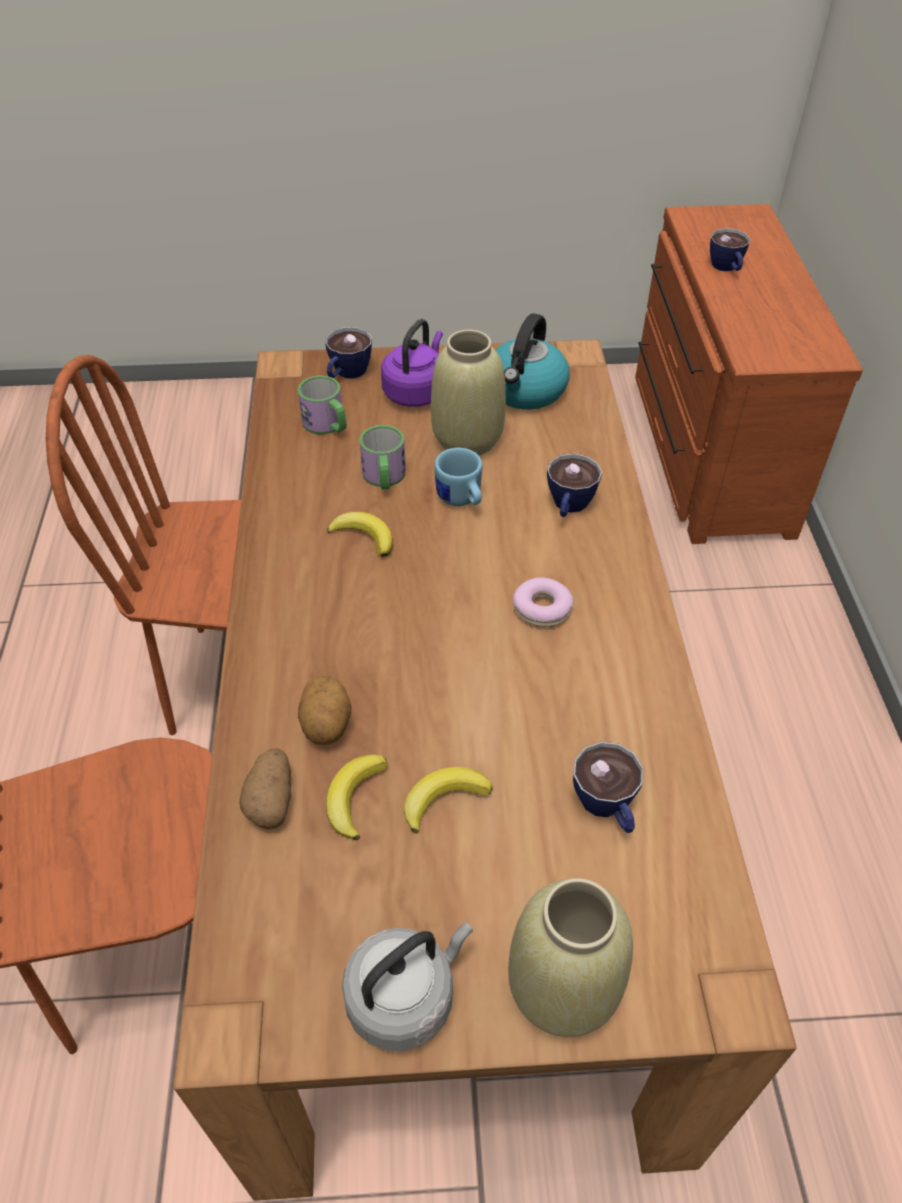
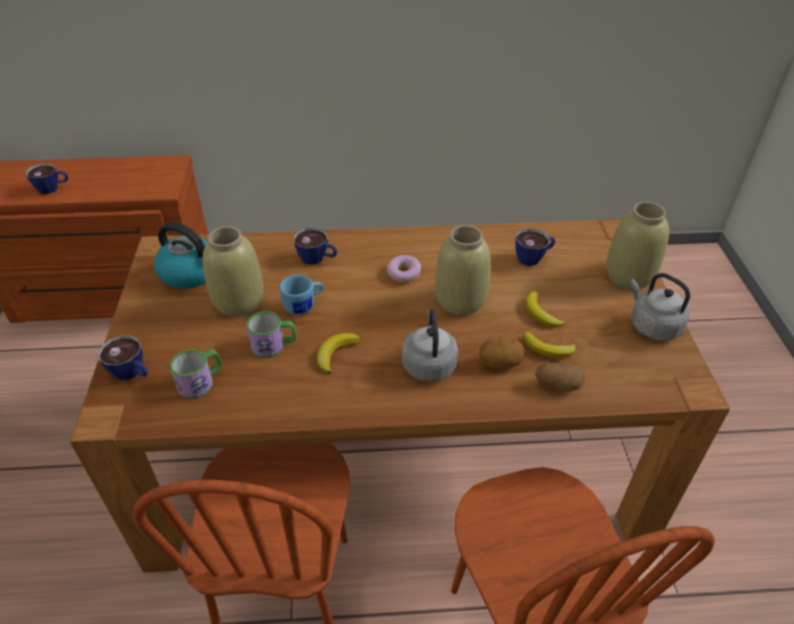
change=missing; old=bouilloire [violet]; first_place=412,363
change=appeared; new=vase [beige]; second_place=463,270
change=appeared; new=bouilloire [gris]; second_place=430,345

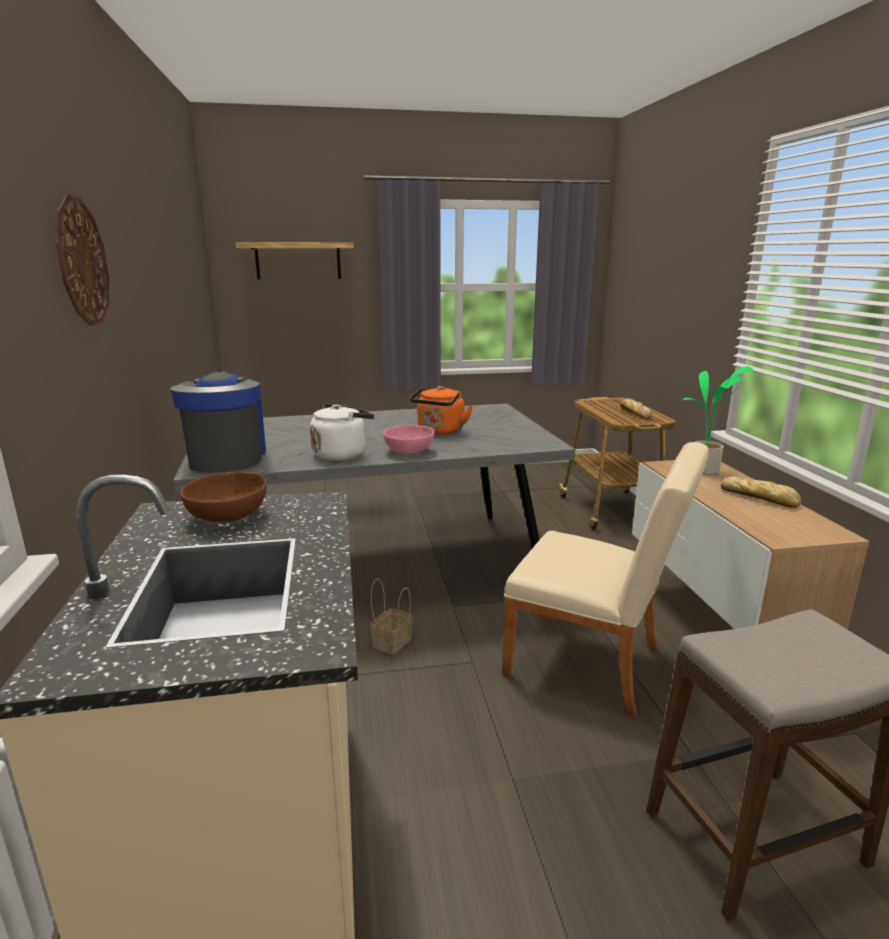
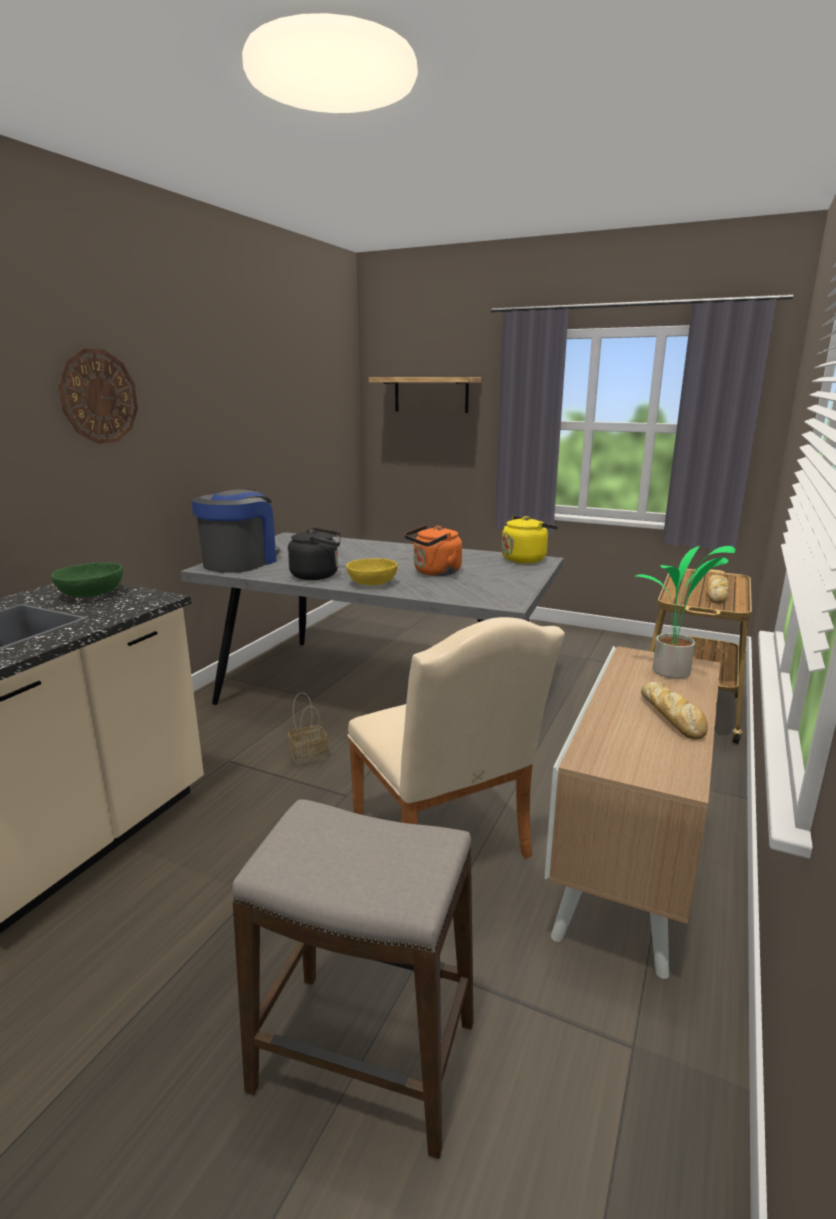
change=colour; old=bouilloire [blanc]; new=bouilloire [noir]; first_place=342,432; second_place=314,553
change=colour; old=bol [rose]; new=bol [jaune]; first_place=408,439; second_place=372,571
change=colour; old=bol [marron]; new=bol [vert]; first_place=223,497; second_place=87,579
change=appeared; new=bouilloire [jaune]; second_place=530,539

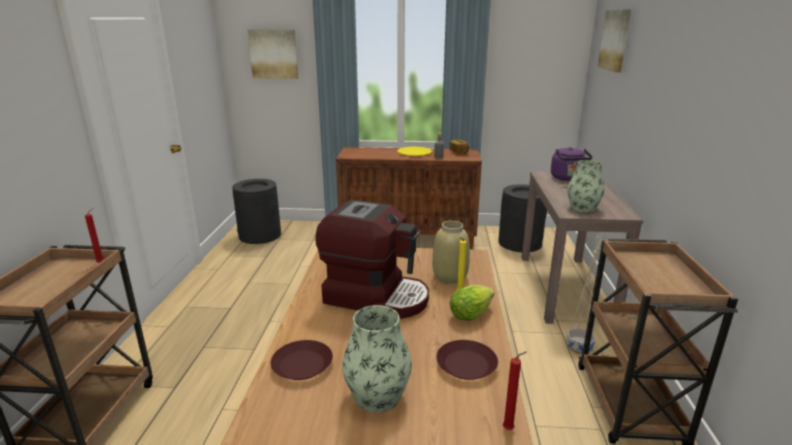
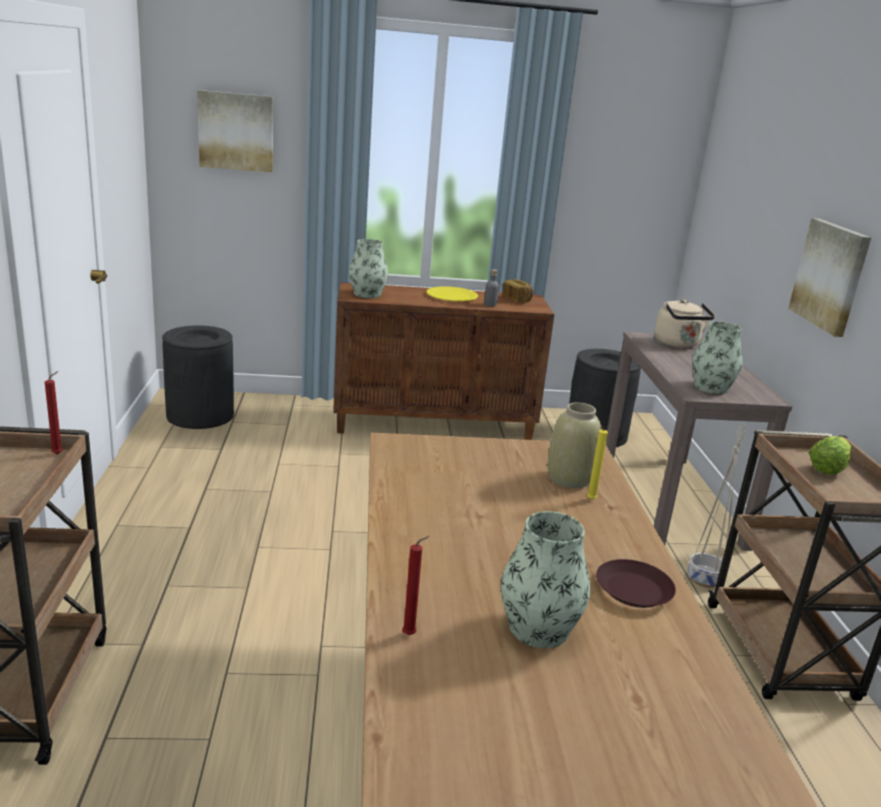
change=relocated; old=tableau; first_place=614,41; second_place=829,277
change=colour; old=bouilloire [violet]; new=bouilloire [beige]; first_place=572,164; second_place=685,323
change=missing; old=machine à café; first_place=372,259
change=relocated; old=laitue; first_place=471,303; second_place=830,455
change=missing; old=assiette [marron]; first_place=302,360
change=relocated; old=bougie [rouge]; first_place=515,390; second_place=416,585
change=appeared; new=vase; second_place=368,268

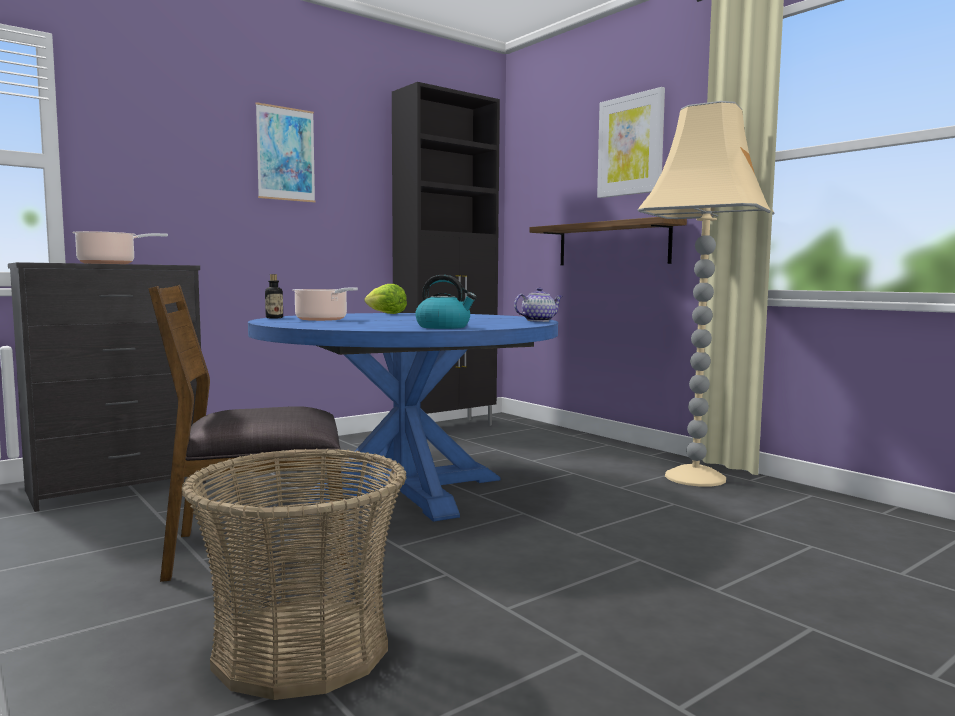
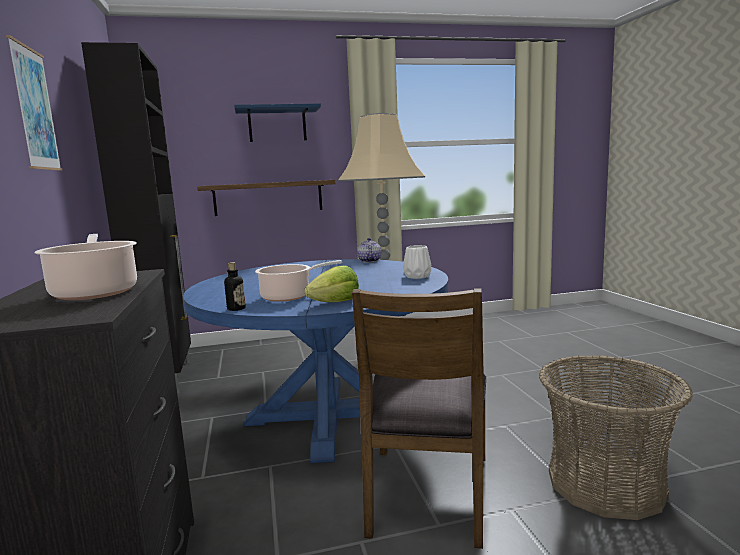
change=exchanged; old=tableau; new=étagère [bleu]; first_place=631,142; second_place=277,123
change=exchanged; old=bouilloire; new=vase [blanc]; first_place=446,302; second_place=417,262
change=relocated; old=laitue; first_place=386,299; second_place=331,283

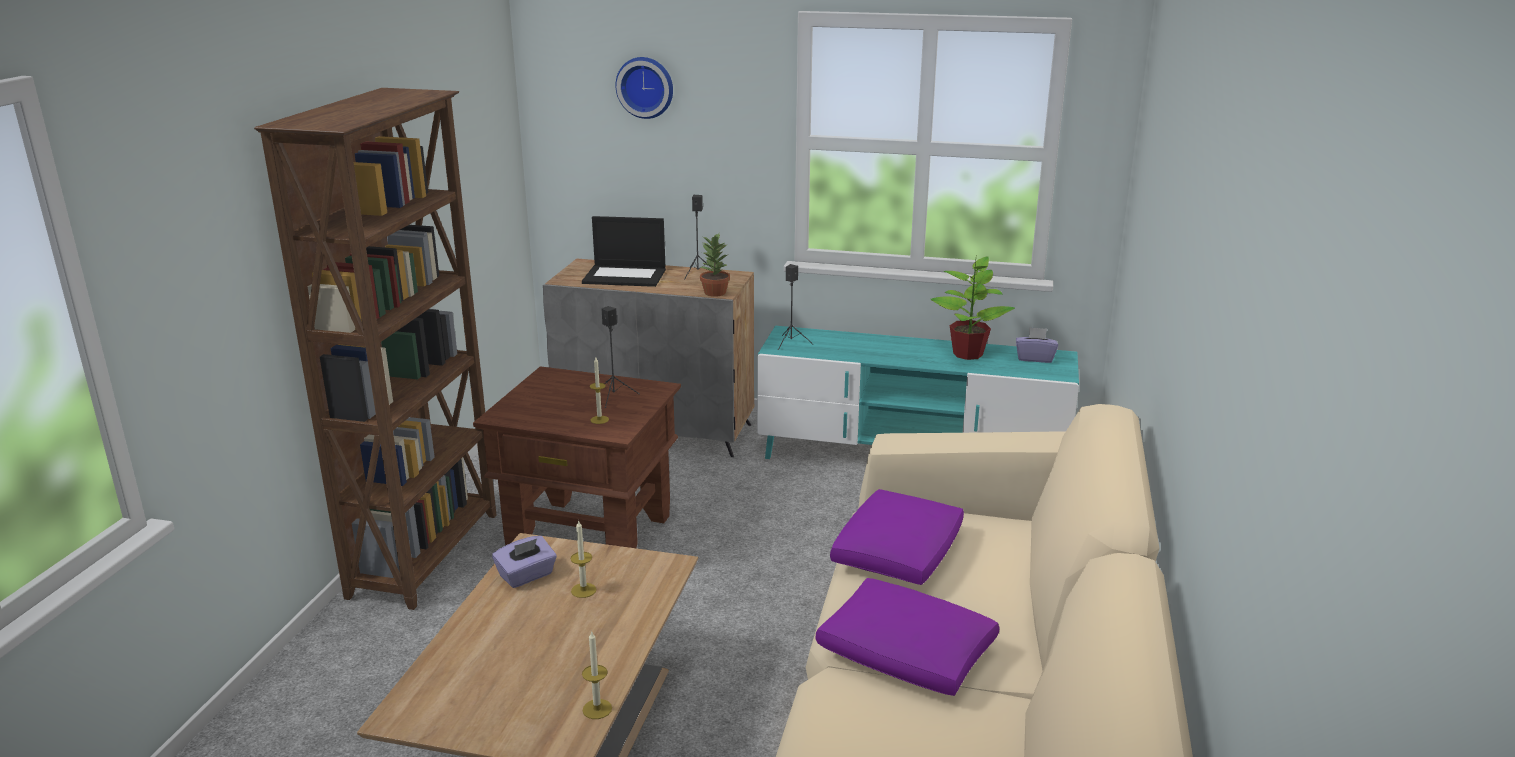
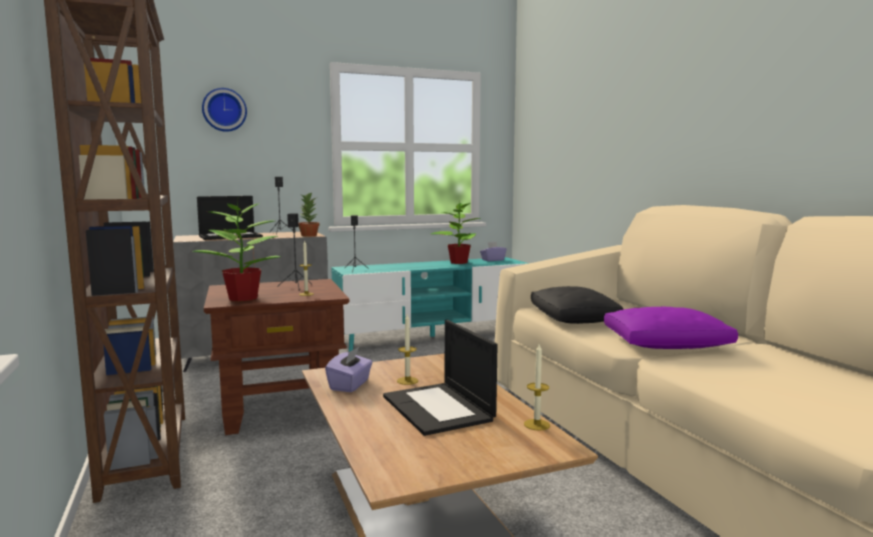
change=colour; old=coussin [violet]; new=coussin [noir]; first_place=897,537; second_place=577,305
change=appeared; new=plante en pot; second_place=236,250
change=appeared; new=ordinateur portable; second_place=440,378

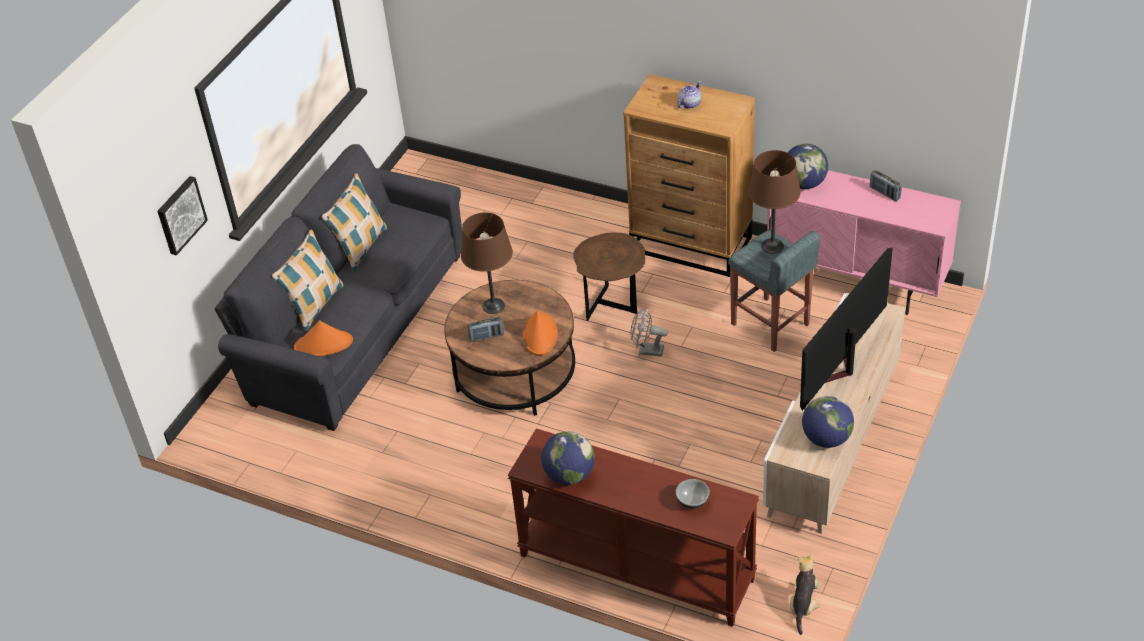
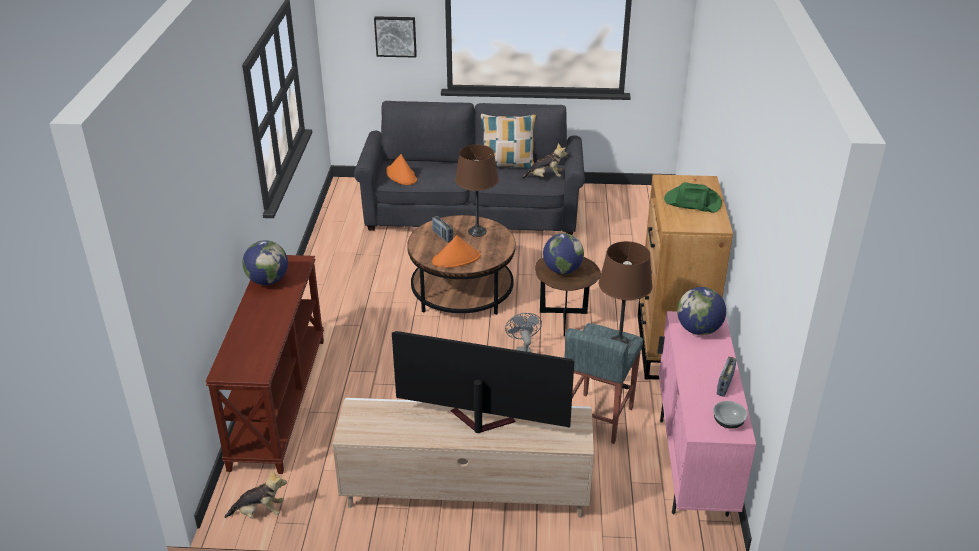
change=exchanged; old=théière; new=chapeau [vert]; first_place=689,95; second_place=693,197
change=missing; old=coussin; first_place=308,281
change=relocated; old=globe; first_place=828,422; second_place=563,253
change=relocated; old=bol; first_place=693,494; second_place=730,415
change=appeared; new=peluche; second_place=544,161

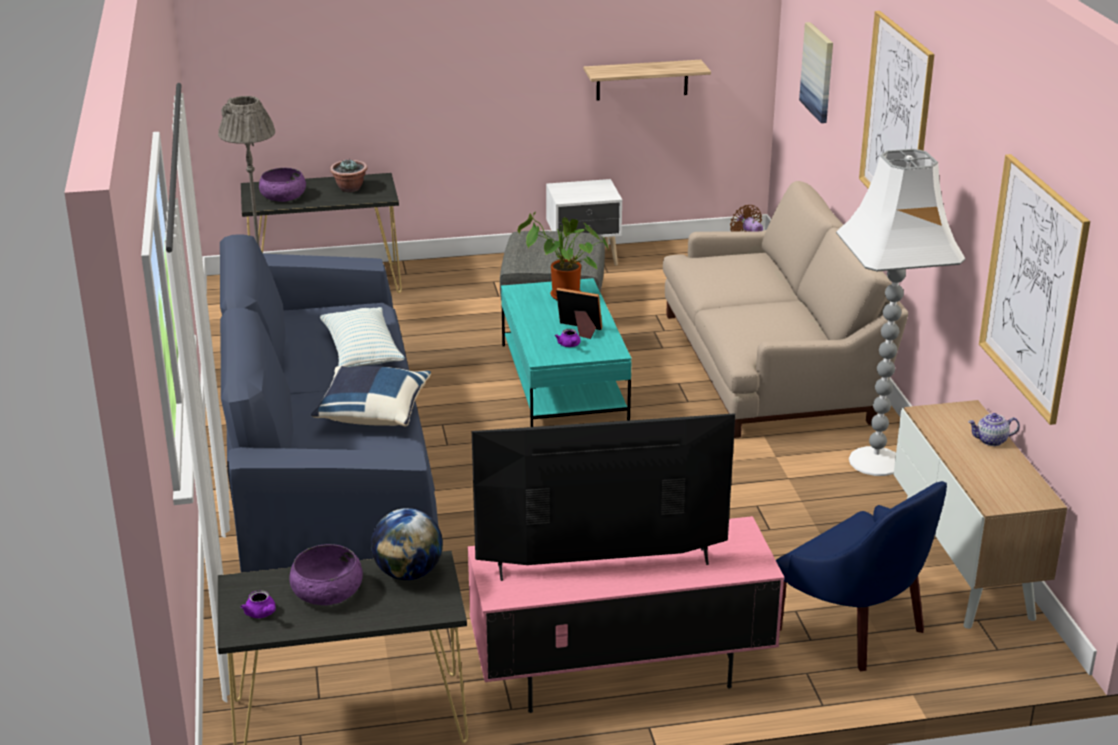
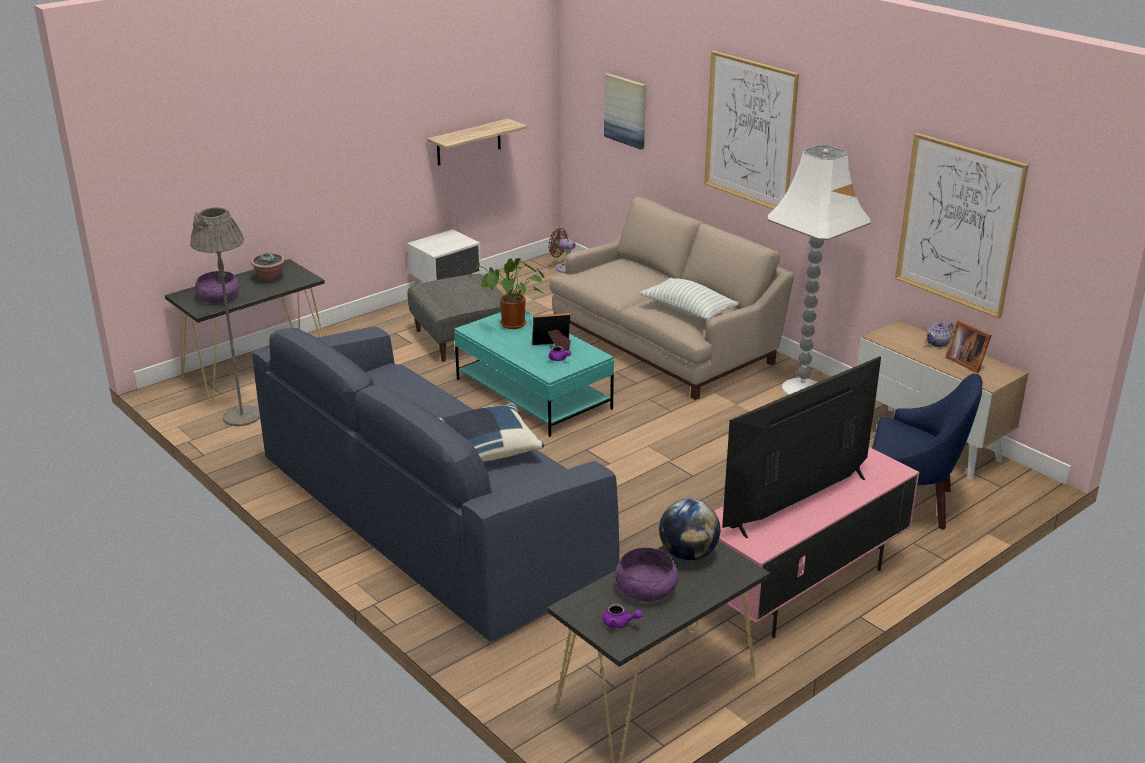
change=relocated; old=coussin; first_place=362,337; second_place=689,299
change=appeared; new=cadre photo; second_place=968,346

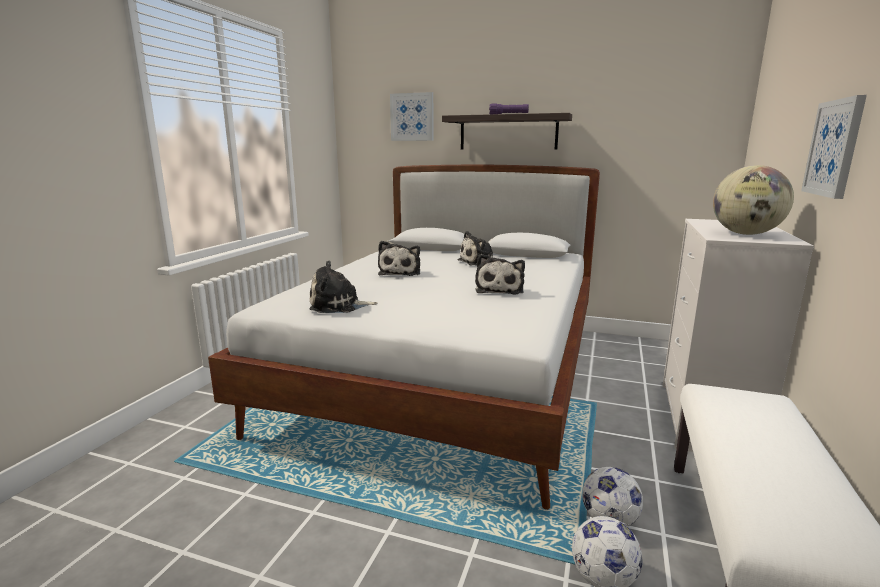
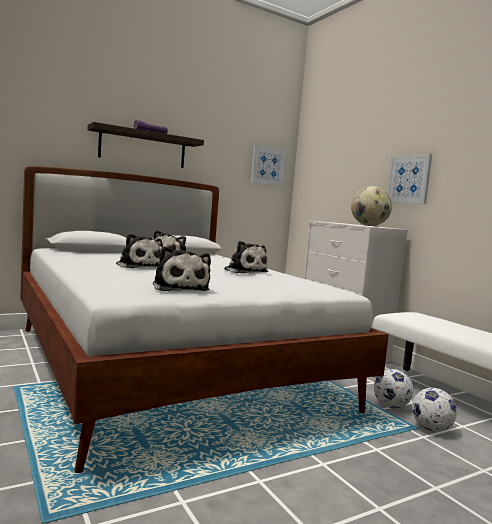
change=relocated; old=tableau; first_place=412,116; second_place=268,165
change=spun; old=peluche; first_place=343,286; second_place=182,268; degrees=-60

